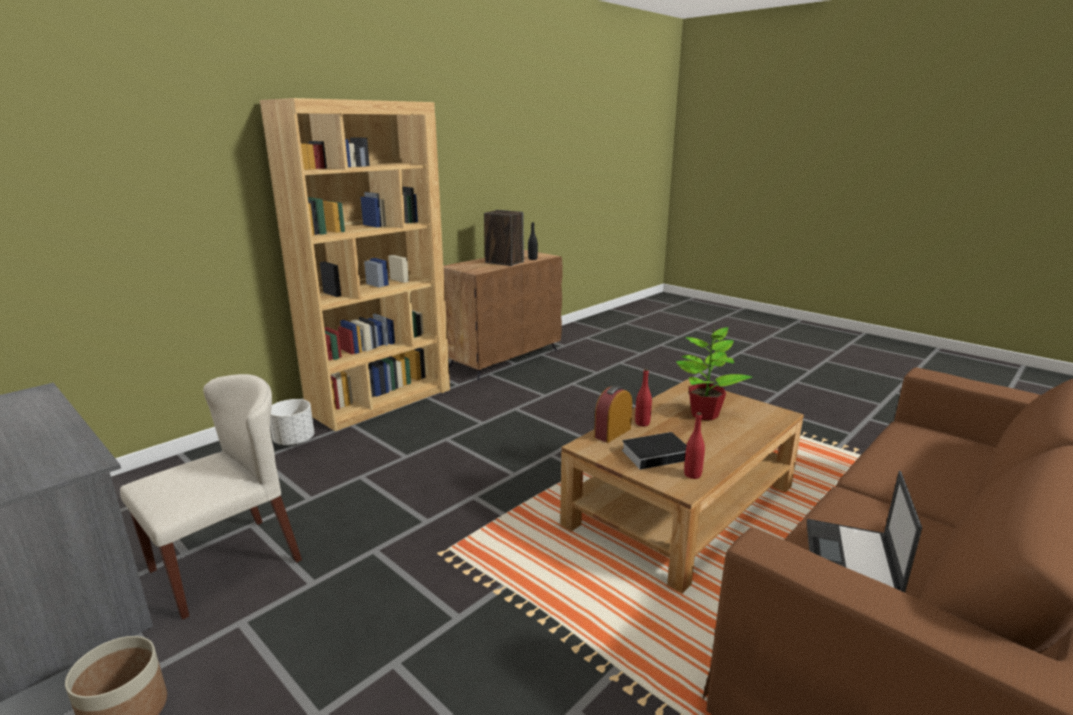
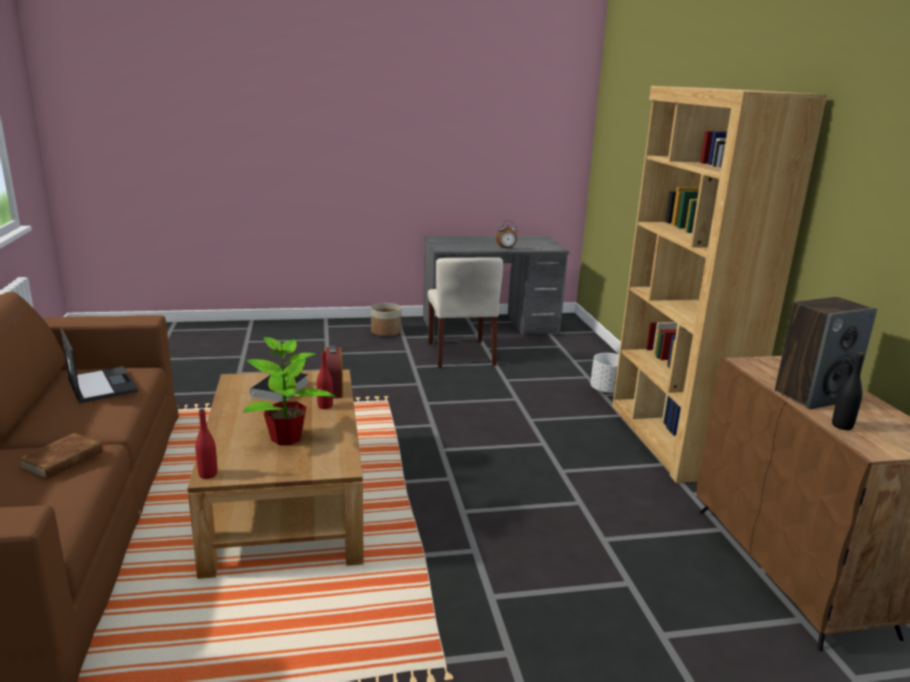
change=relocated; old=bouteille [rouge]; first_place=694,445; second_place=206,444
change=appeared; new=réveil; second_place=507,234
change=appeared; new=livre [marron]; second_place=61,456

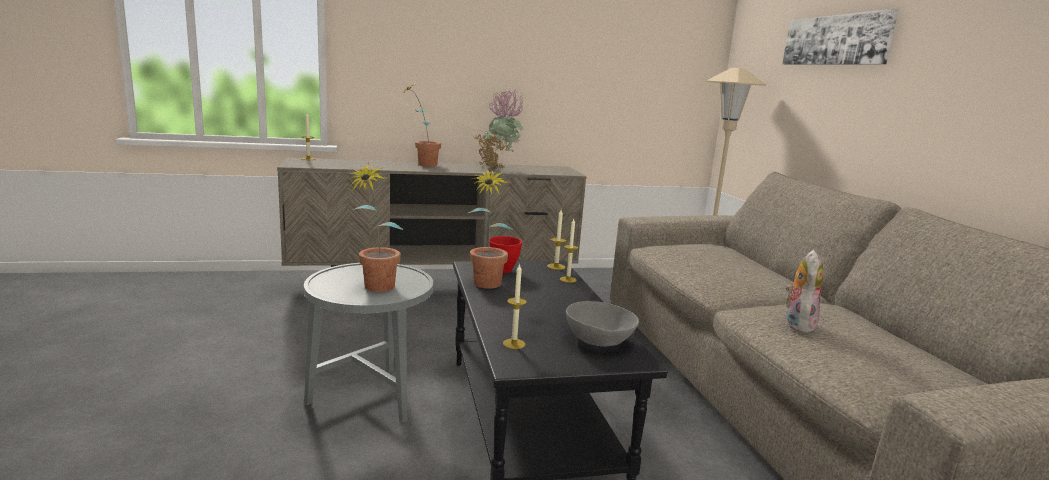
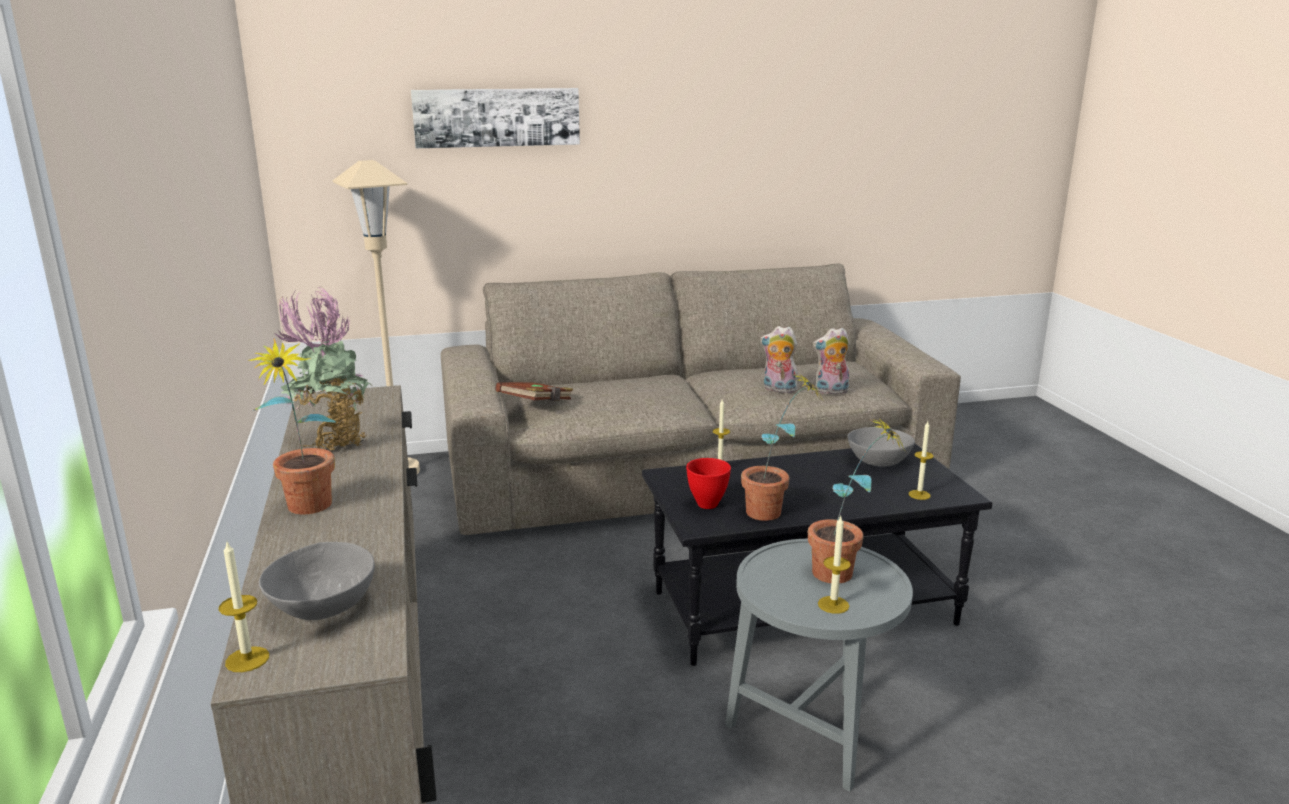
change=relocated; old=bougie; first_place=556,240; second_place=834,565
change=appeared; new=peluche; second_place=831,361
change=appeared; new=livre [marron]; second_place=534,391
change=appeared; new=bol [gris]; second_place=317,581

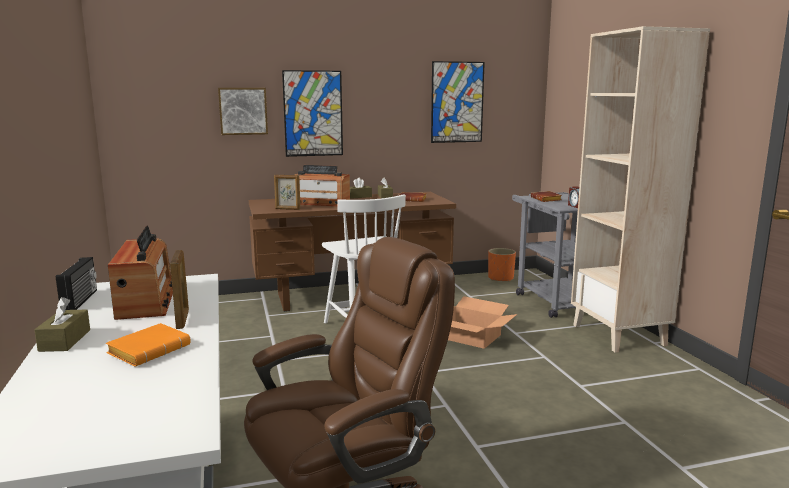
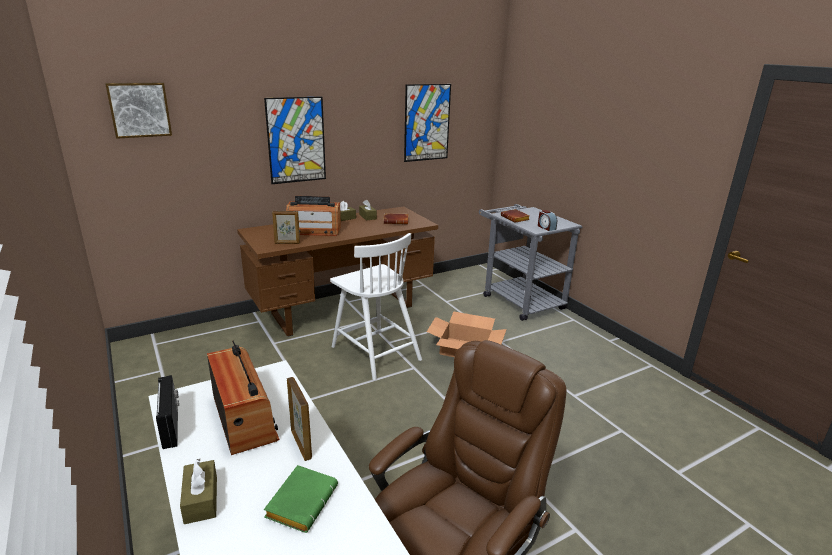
change=missing; old=bibliothèque [beige]; first_place=640,189
change=relocated; old=tableau; first_place=243,111; second_place=138,111
change=missing; old=cache-pot [orange]; first_place=502,265
change=colour; old=livre [orange]; new=livre [vert]; first_place=148,344; second_place=301,499

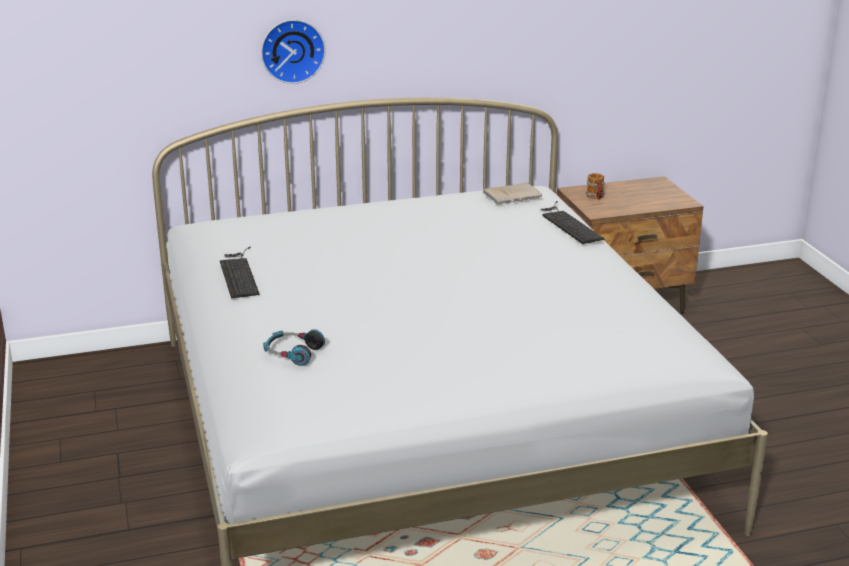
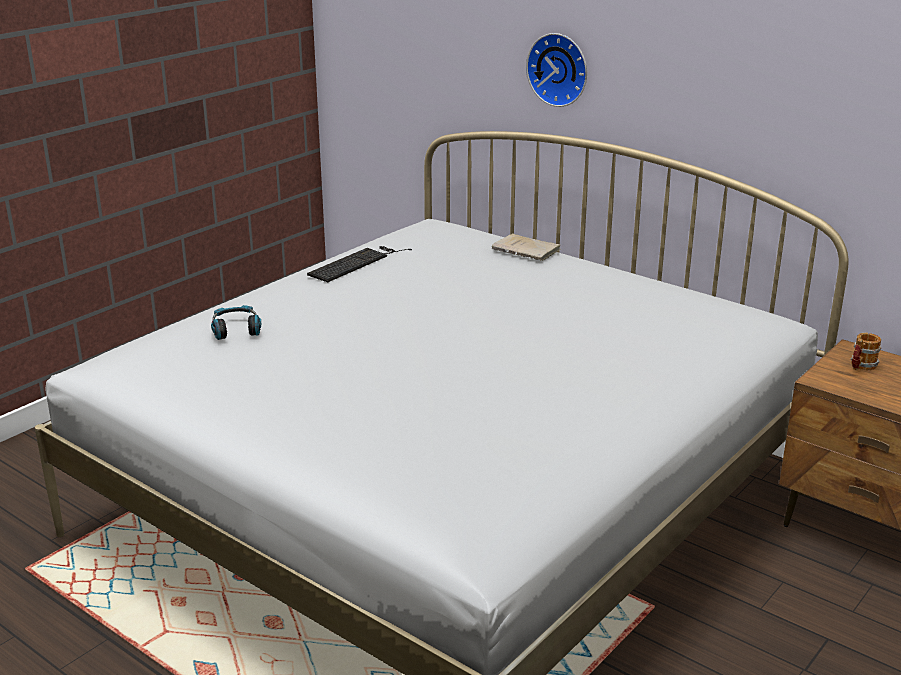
change=relocated; old=livre [beige]; first_place=512,194; second_place=526,247
change=missing; old=clavier; first_place=572,222

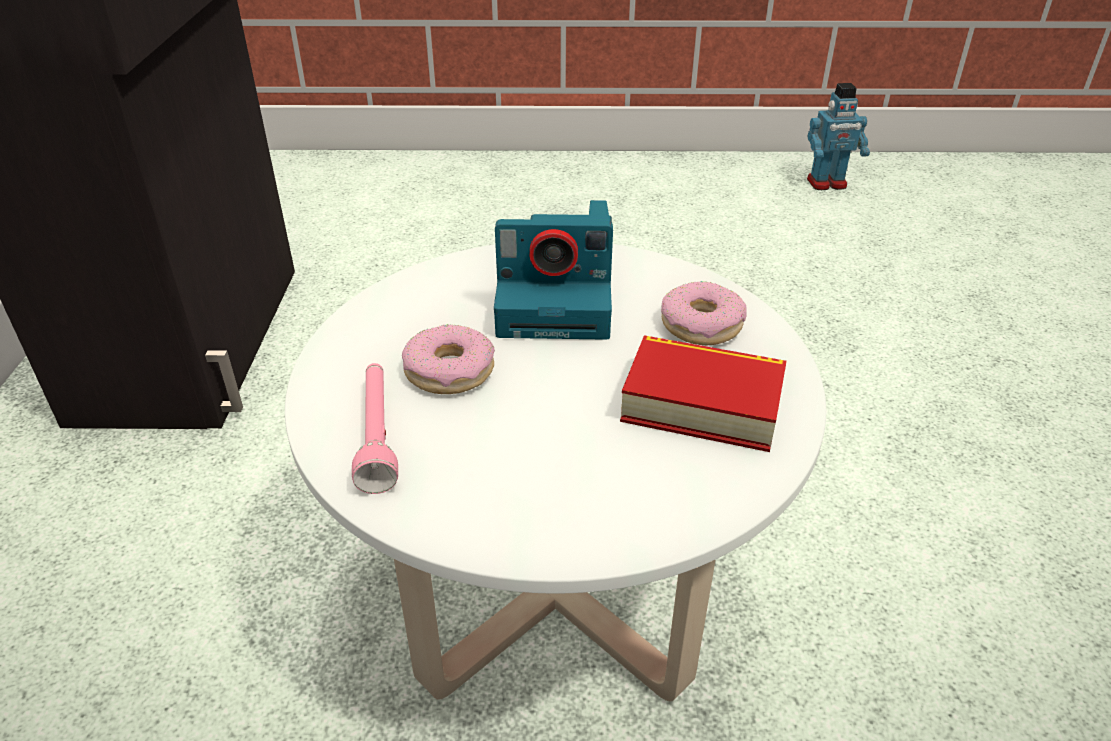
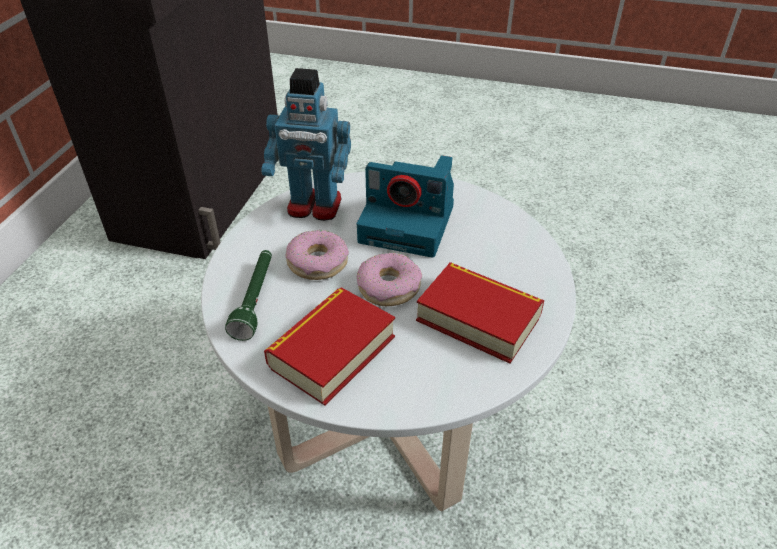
change=relocated; old=robot jouet; first_place=838,136; second_place=306,144
change=relocated; old=beignet; first_place=703,313; second_place=389,279
change=colour; old=lampe de poche [rose]; new=lampe de poche [vert]; first_place=375,428; second_place=248,295
change=appeared; new=livre; second_place=329,346

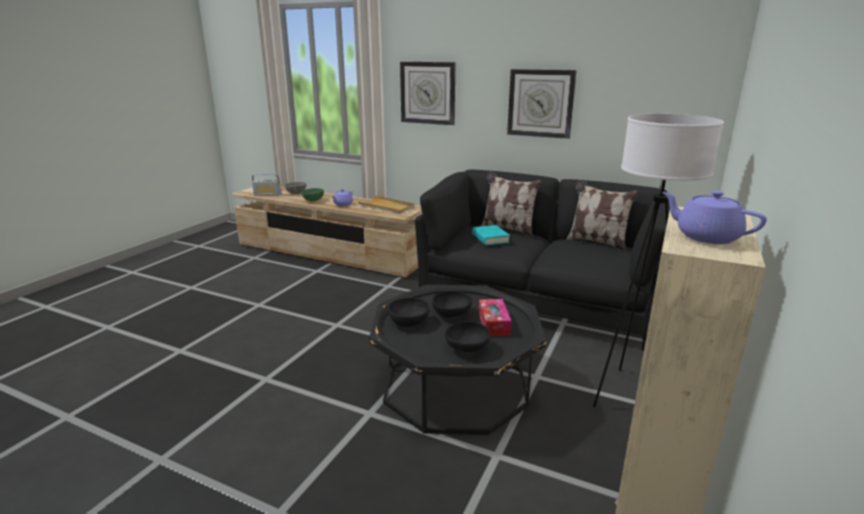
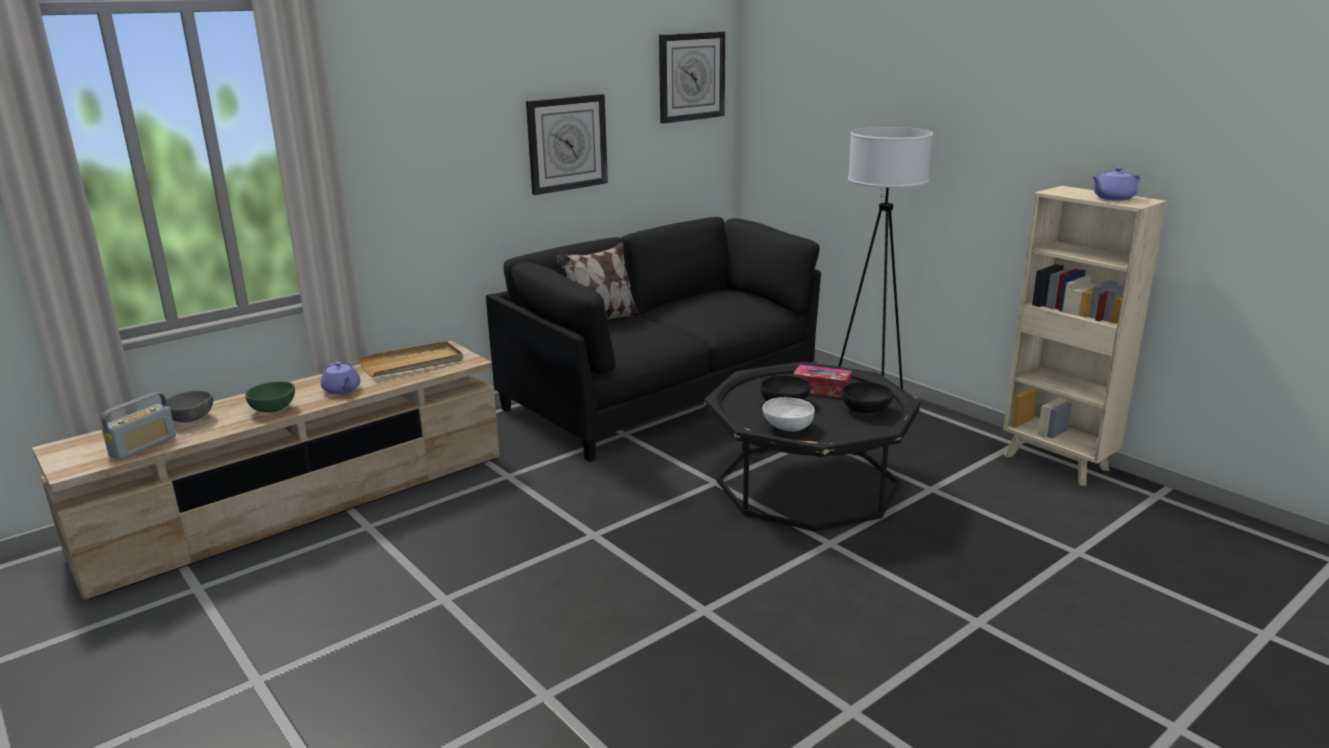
change=relocated; old=horloge murale; first_place=428,93; second_place=692,78
change=missing; old=coussin; first_place=602,216
change=missing; old=livre [turquoise]; first_place=491,235
change=colour; old=bol [noir]; new=bol [blanc]; first_place=409,312; second_place=789,414

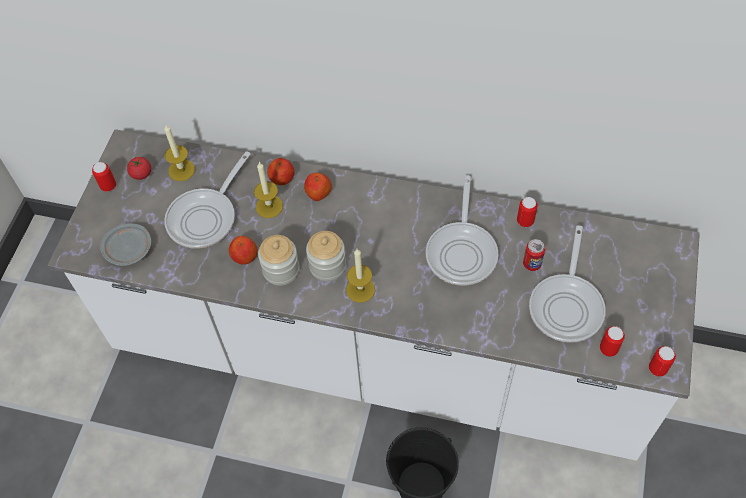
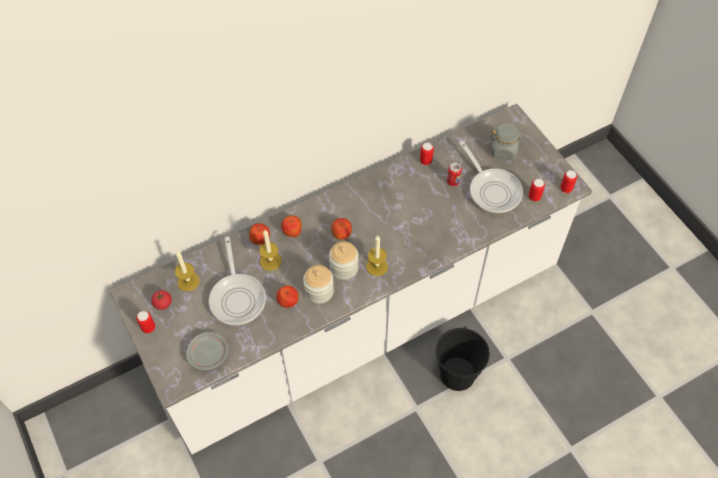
change=missing; old=poêle; first_place=462,230
change=appeared; new=bocal [gris]; second_place=507,141
change=appeared; new=pomme; second_place=341,229

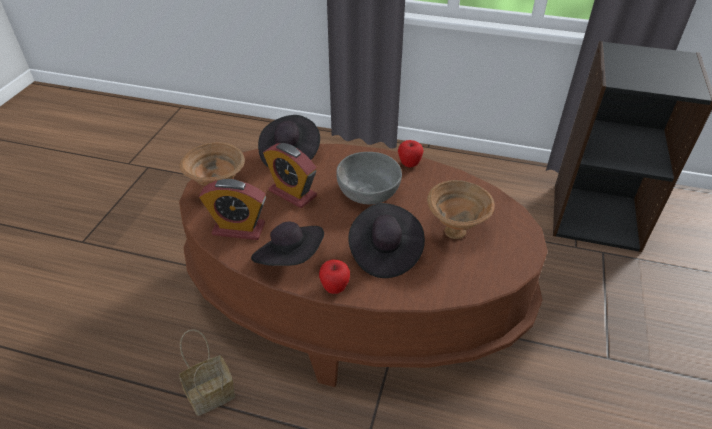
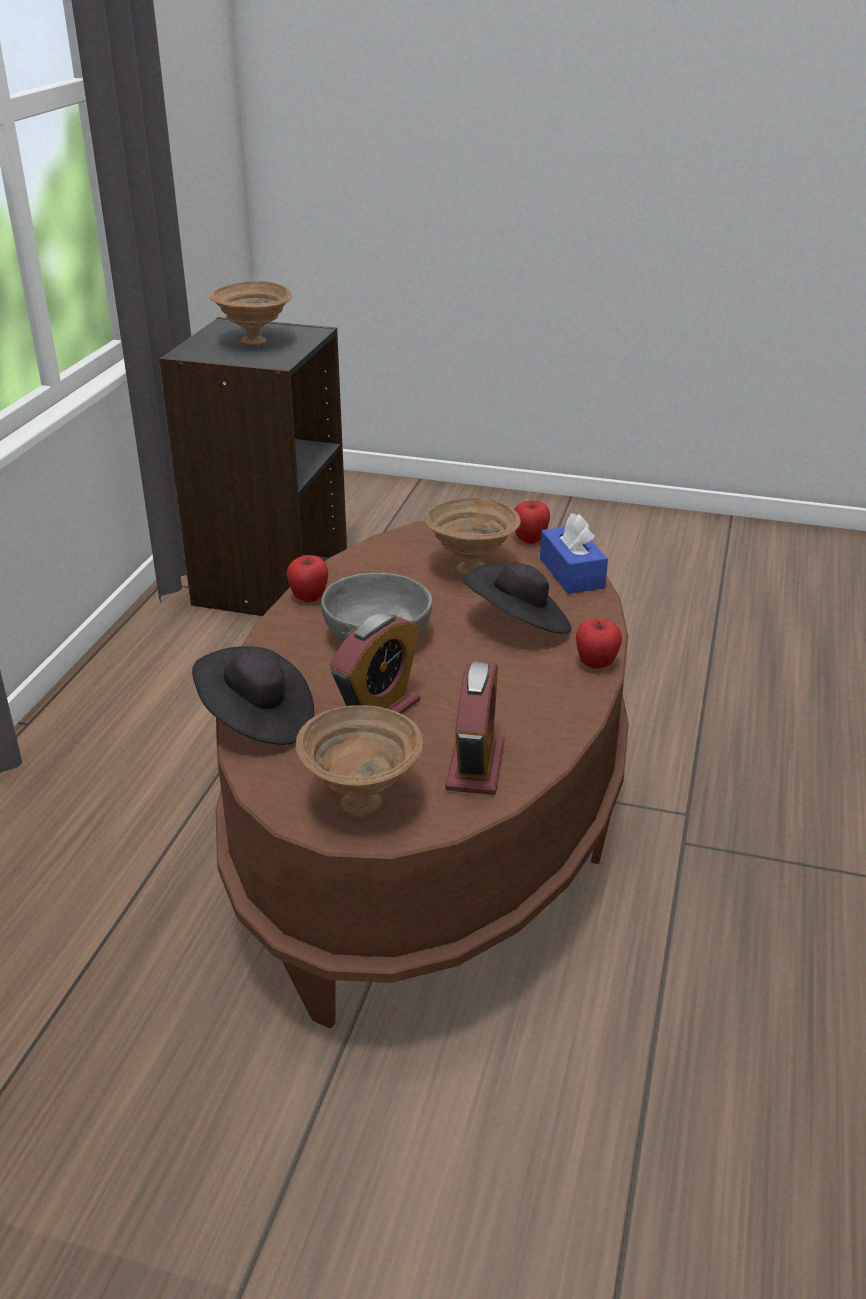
change=missing; old=chapeau [noir]; first_place=287,244
change=missing; old=panier; first_place=207,372
change=appeared; new=bol [marron]; second_place=250,313
change=appeared; new=pomme; second_place=532,522
change=appeared; new=boîte à mouchoirs [bleu]; second_place=574,553

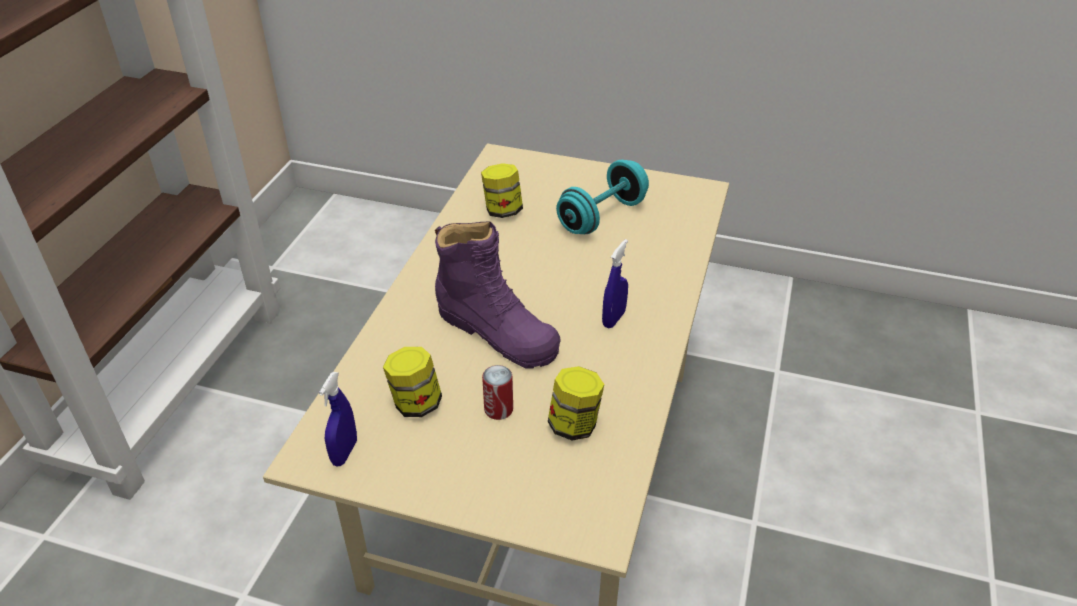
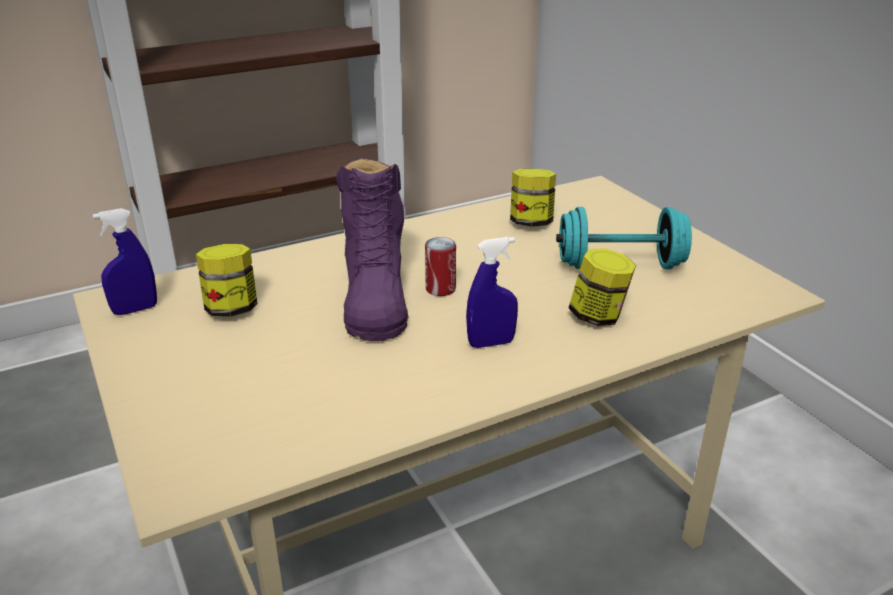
change=relocated; old=boîte métallique; first_place=497,392; second_place=440,266
change=relocated; old=bocal; first_place=576,403; second_place=602,287

